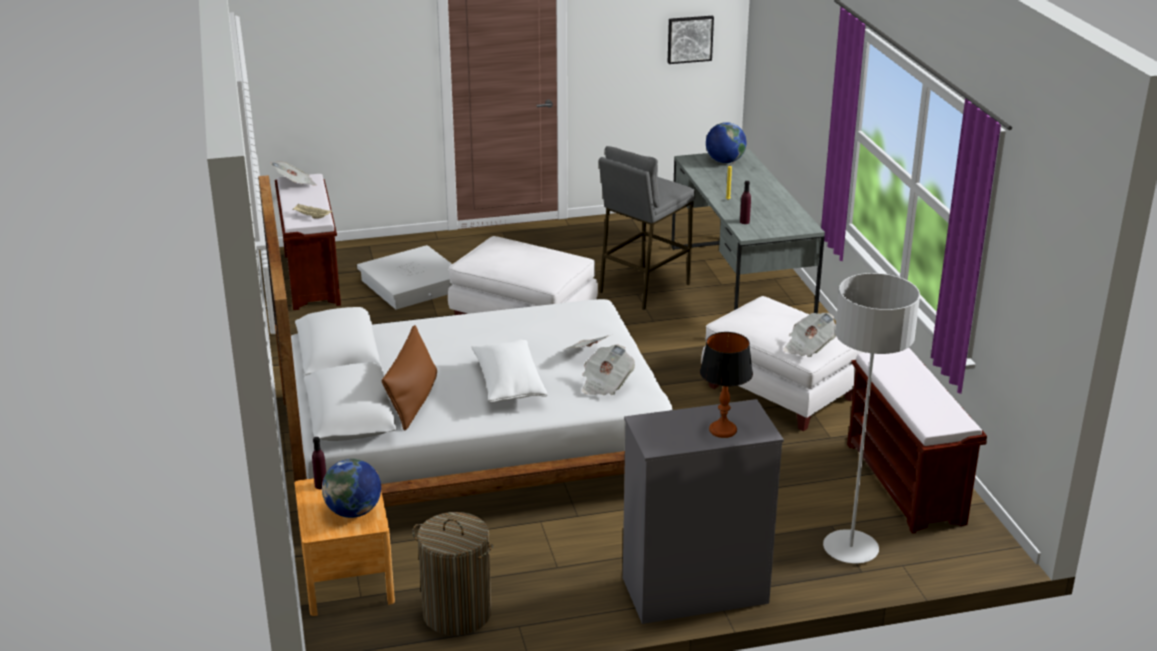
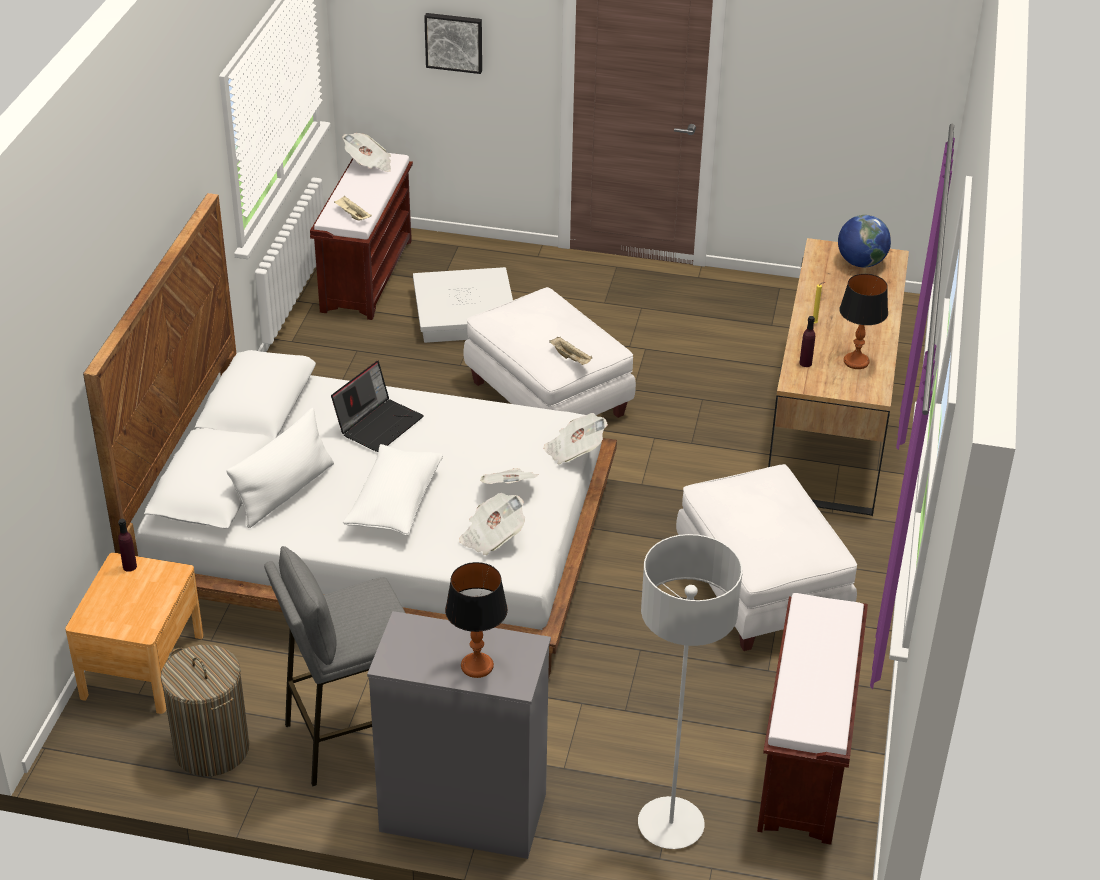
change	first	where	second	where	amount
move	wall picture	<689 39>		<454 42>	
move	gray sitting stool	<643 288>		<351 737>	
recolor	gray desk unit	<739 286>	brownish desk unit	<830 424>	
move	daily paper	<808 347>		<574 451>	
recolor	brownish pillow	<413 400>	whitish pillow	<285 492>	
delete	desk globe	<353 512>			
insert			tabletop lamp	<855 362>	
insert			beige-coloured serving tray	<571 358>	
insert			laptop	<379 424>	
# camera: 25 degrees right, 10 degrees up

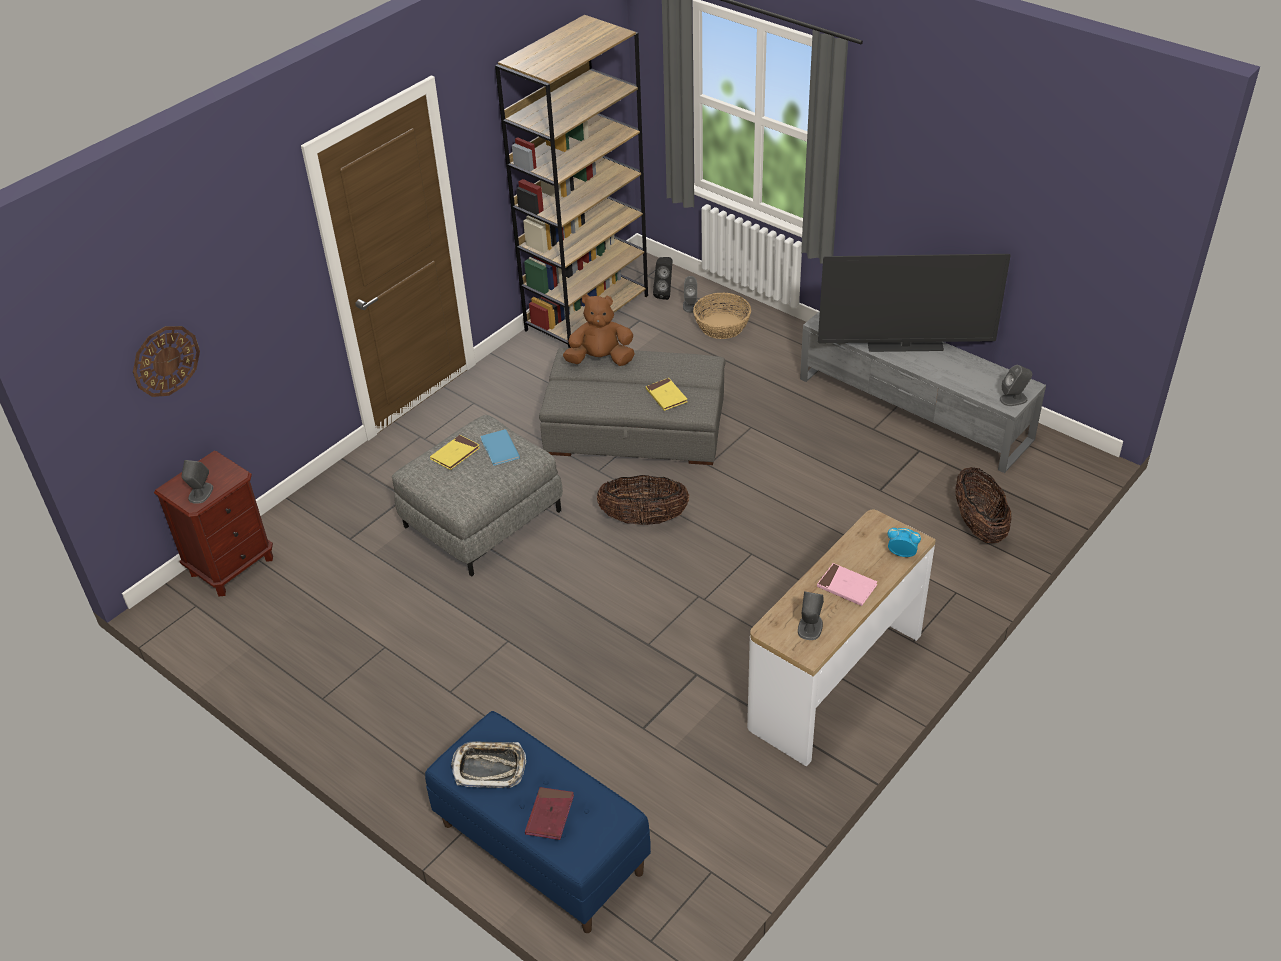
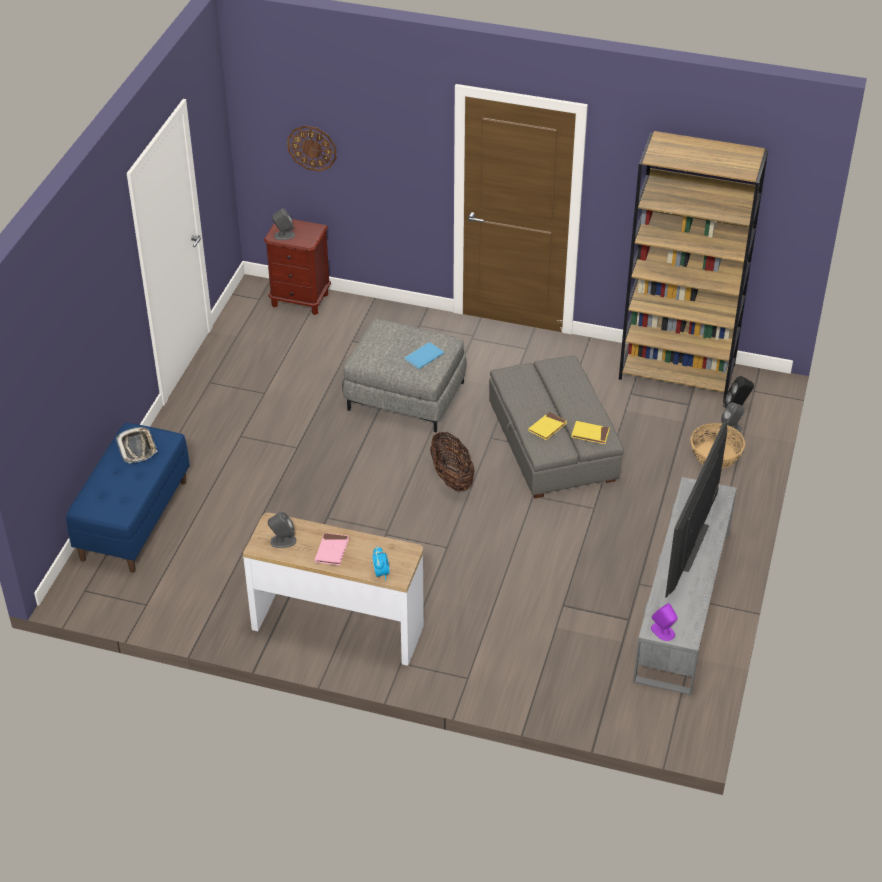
change	first	where	second	where	amount
rotate	TV set	<905 347>		<692 547>	45 degrees clockwise
delete	brownish plush toy	<600 359>			
recolor	gray loudspeaker	<1013 399>	purple loudspeaker	<663 631>	
move	yellowish book	<455 454>		<590 434>	
delete	storage basket	<979 525>			
delete	reddish book	<550 815>			
# camera: 65 degrees right, 0 degrees up

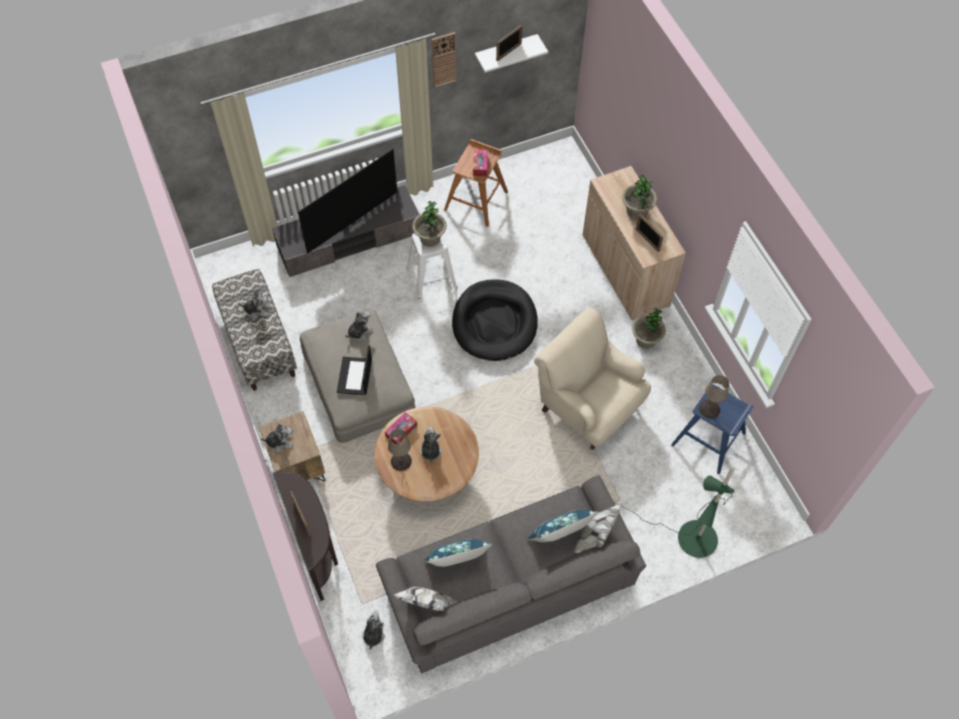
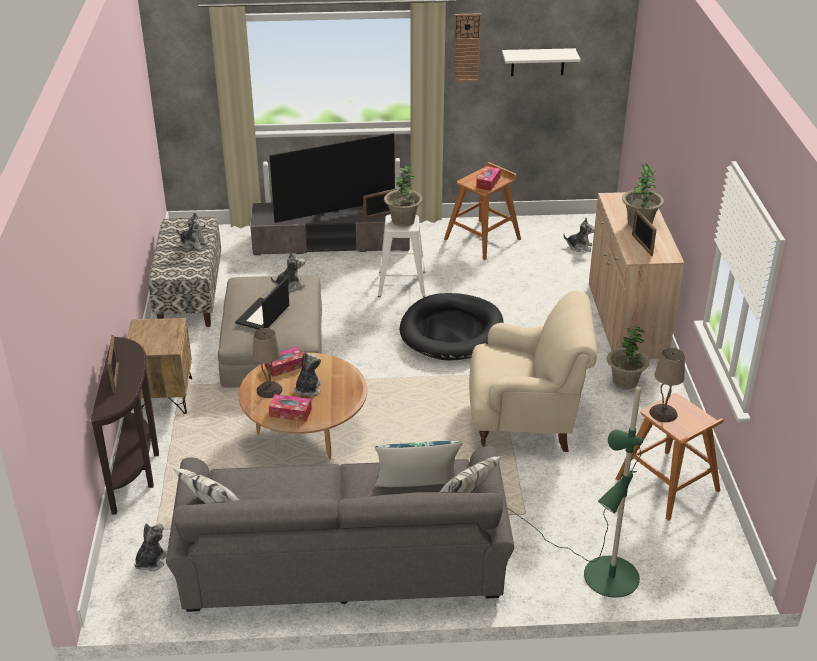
change	first	where	second	where	amount
move	photo frame	<509 52>		<380 215>	
rotate	beige-coloured armchair	<588 406>		<526 421>	120 degrees clockwise
recolor	blue-coloured sitting stool	<709 439>	brownish sitting stool	<668 485>	
move	plush toy	<280 442>		<579 246>	
delete	blue-coloured pillow	<457 562>			
insert			box of tissues	<290 412>	
# camera: 20 degrees right, 25 degrees down

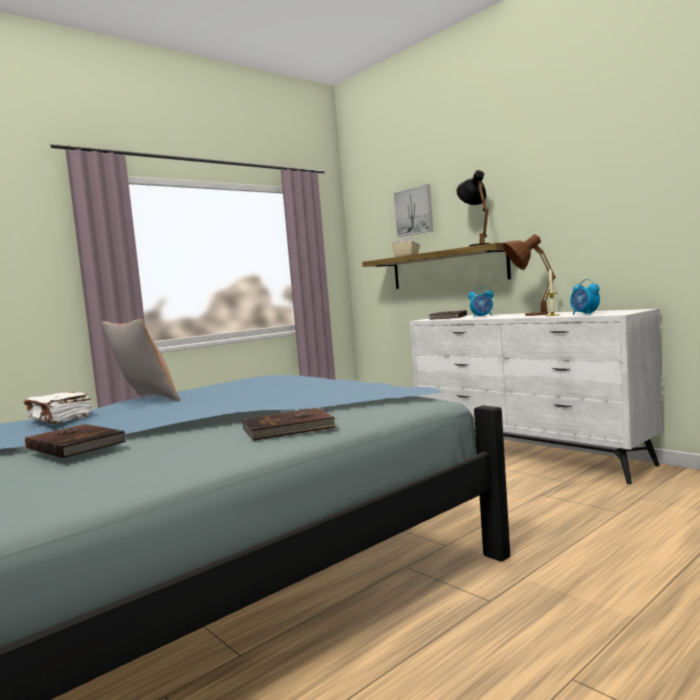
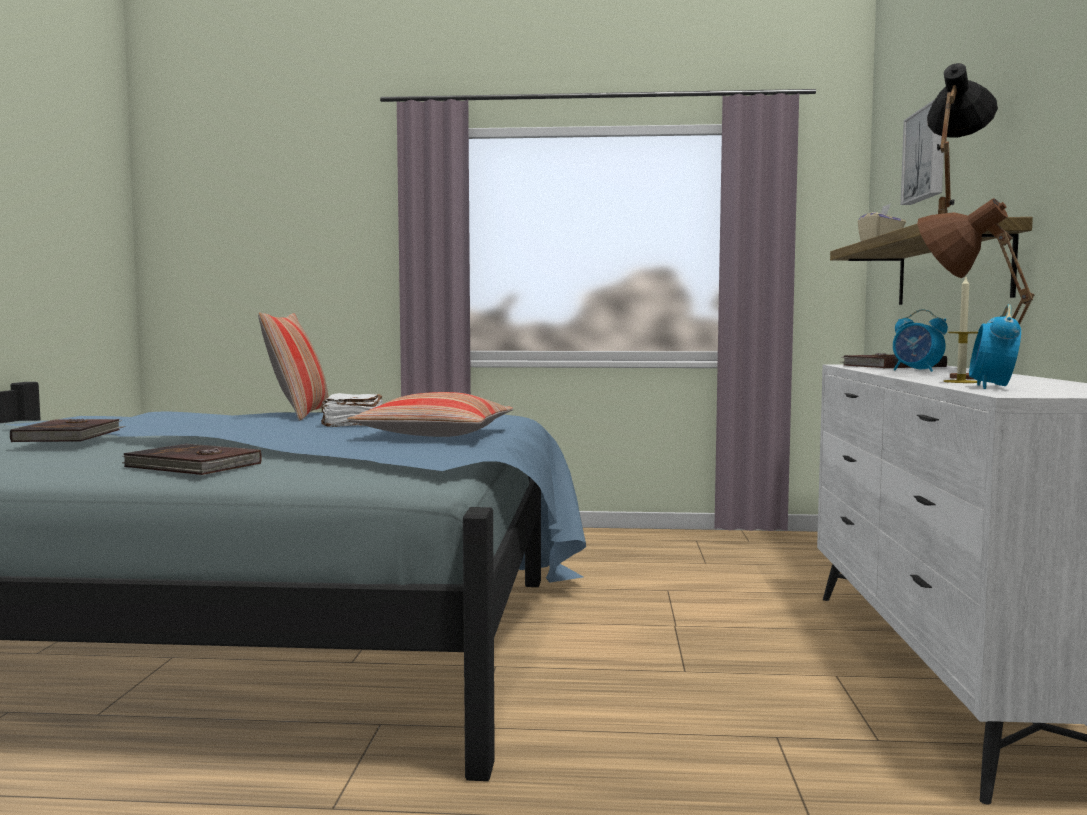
change	first	where	second	where	amount
move	whitish book	<60 418>		<352 423>	
insert			pillow	<435 434>	
# camera: 45 degrees right, 0 degrees up

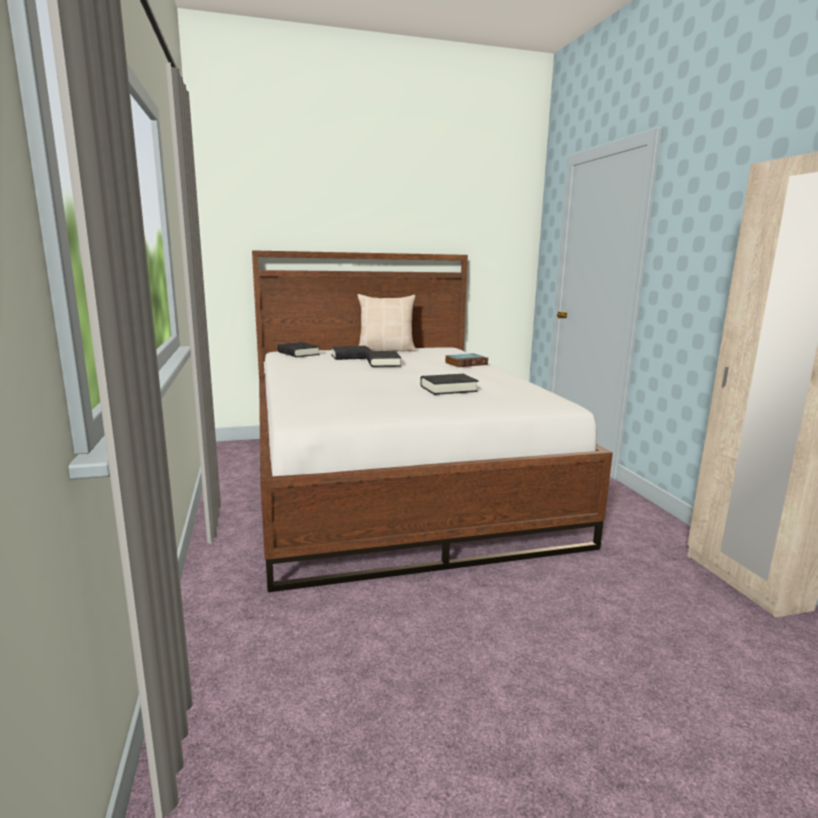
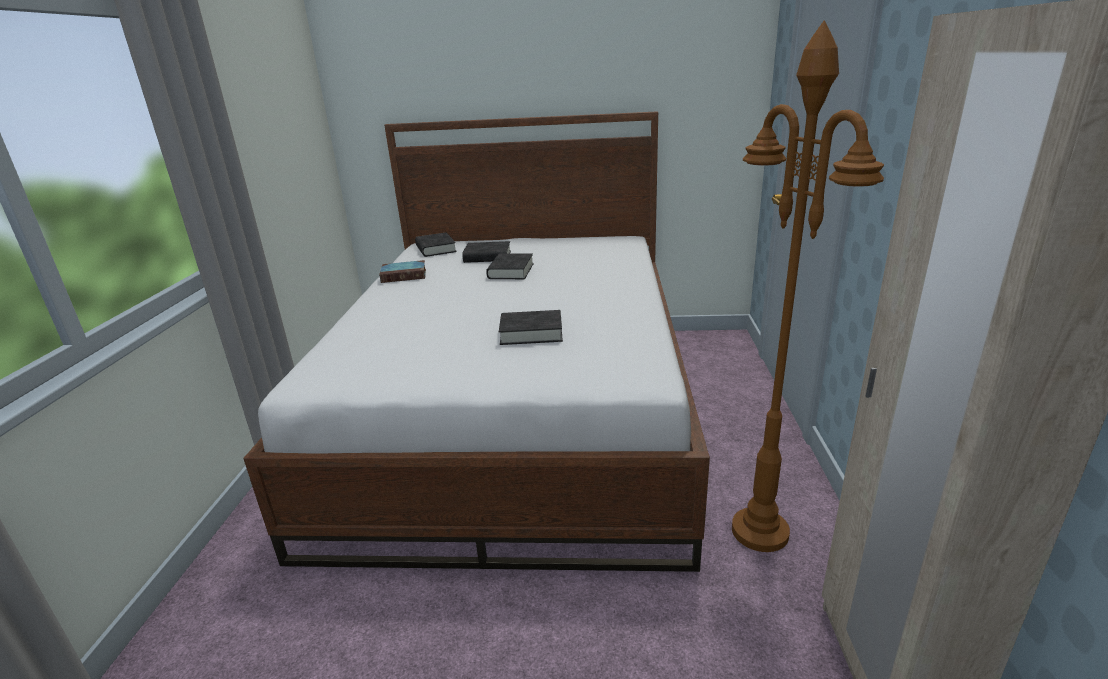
change	first	where	second	where	amount
delete	beige-coloured pillow	<386 350>			
move	book	<466 363>		<405 275>	
insert			brownish standard lamp	<760 532>	
# camera: 20 degrees right, 10 degrees up

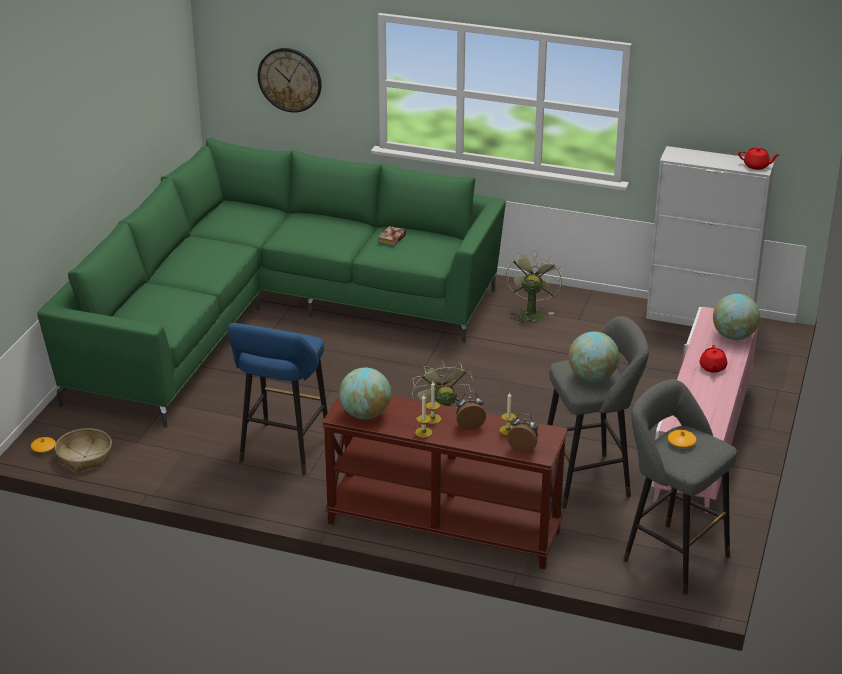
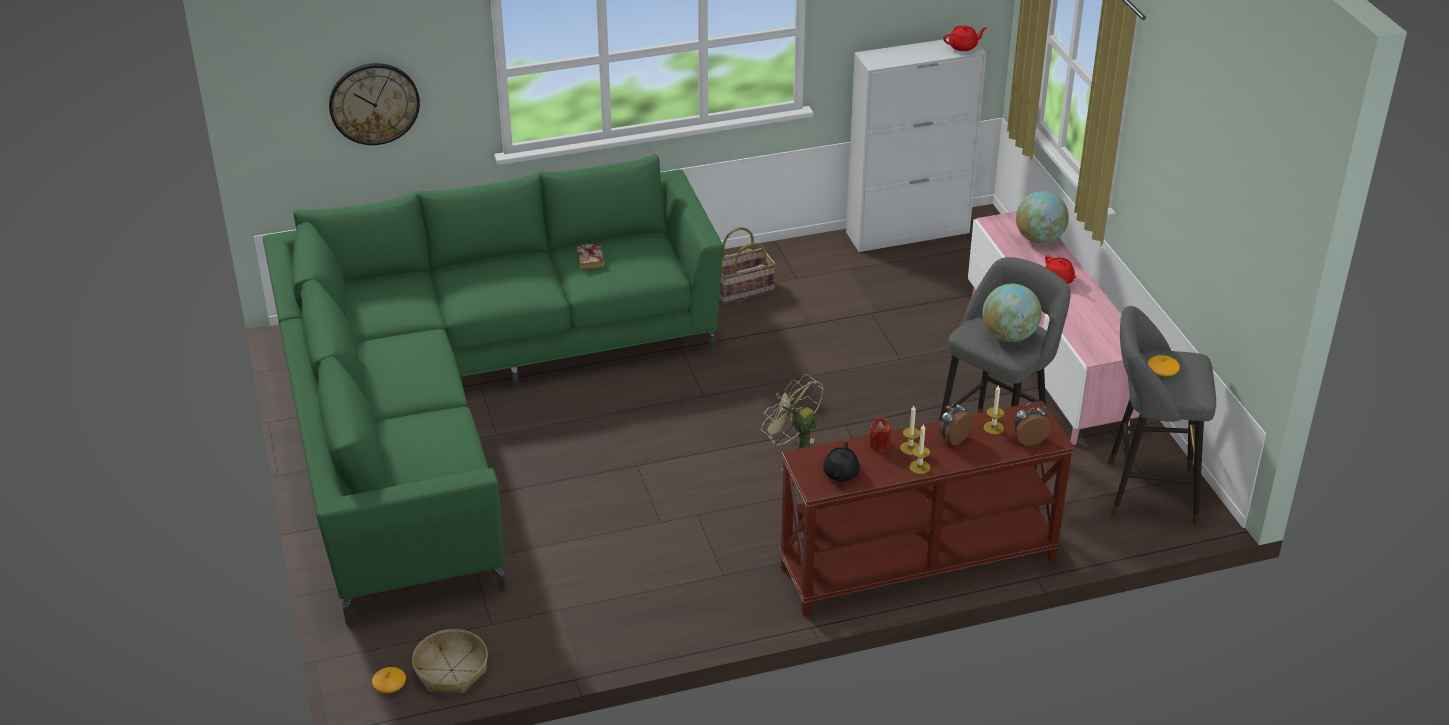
change	first	where	second	where	amount
replace	green-coloured electric fan	<530 313>	storage basket	<743 290>	
delete	blue-coloured sitting stool	<283 452>			
replace	desk globe	<365 414>	black pot for tea	<840 473>	
insert			reddish candle	<879 445>	
# camera: 35 degrees left, 5 degrees up

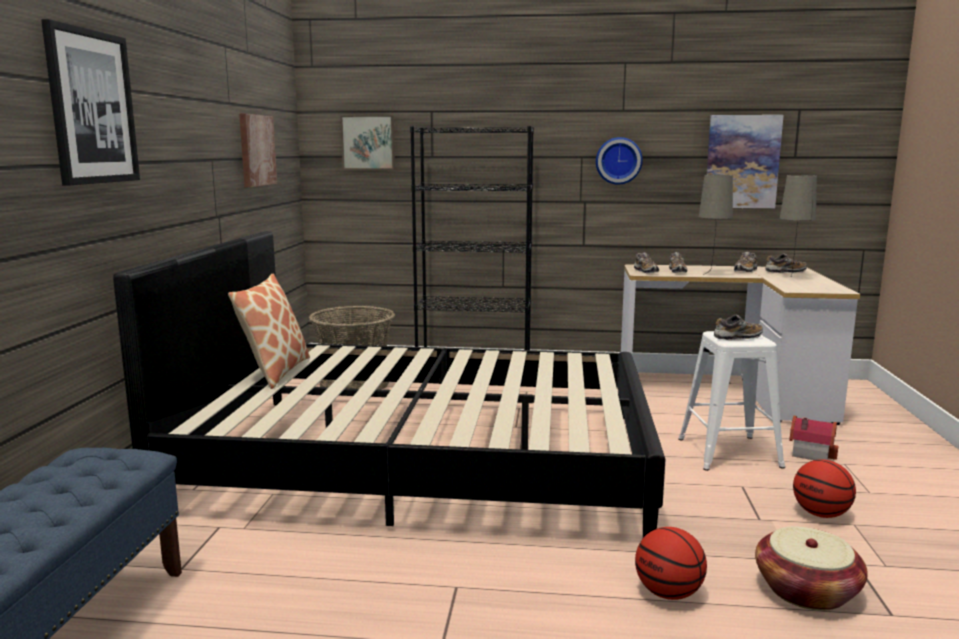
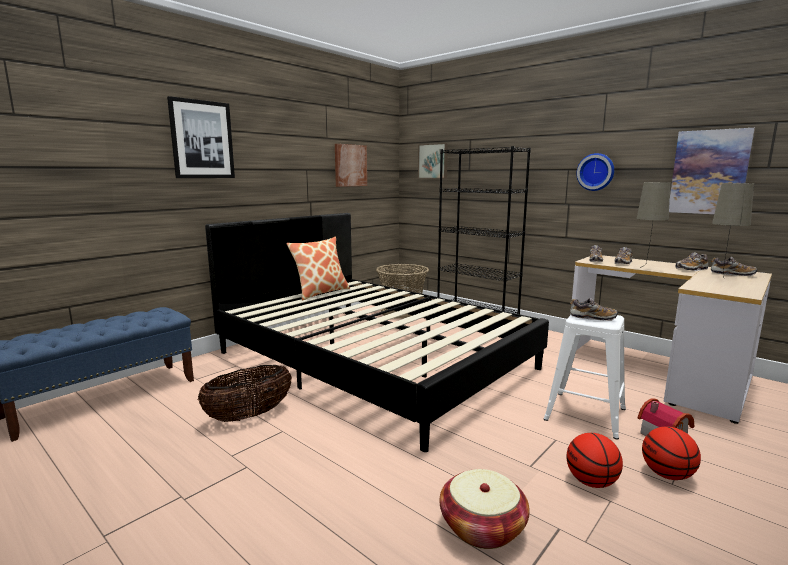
change	first	where	second	where	amount
move	basketball	<668 593>		<667 474>	
insert			storage basket	<249 415>	
# camera: 35 degrees right, 0 degrees up

